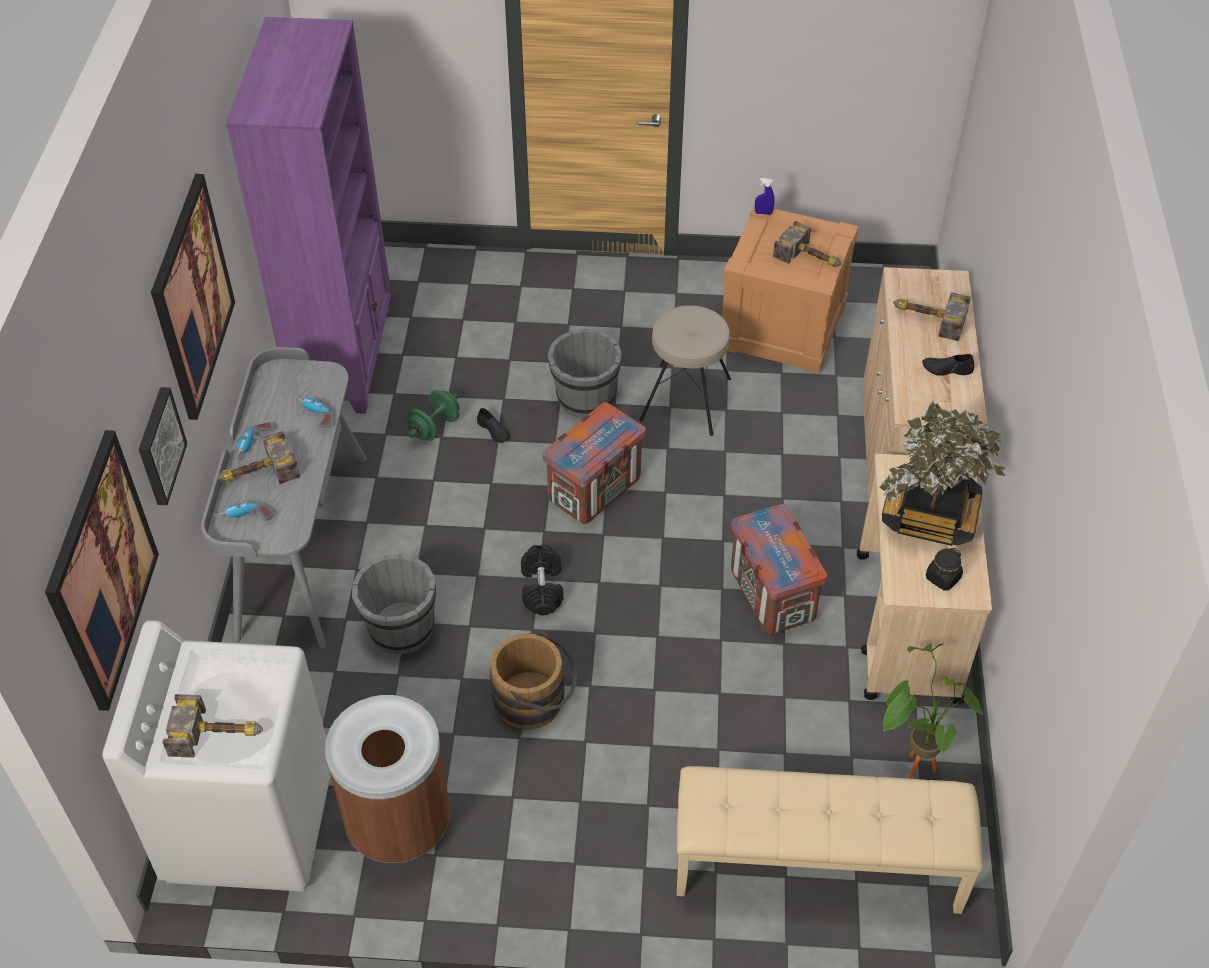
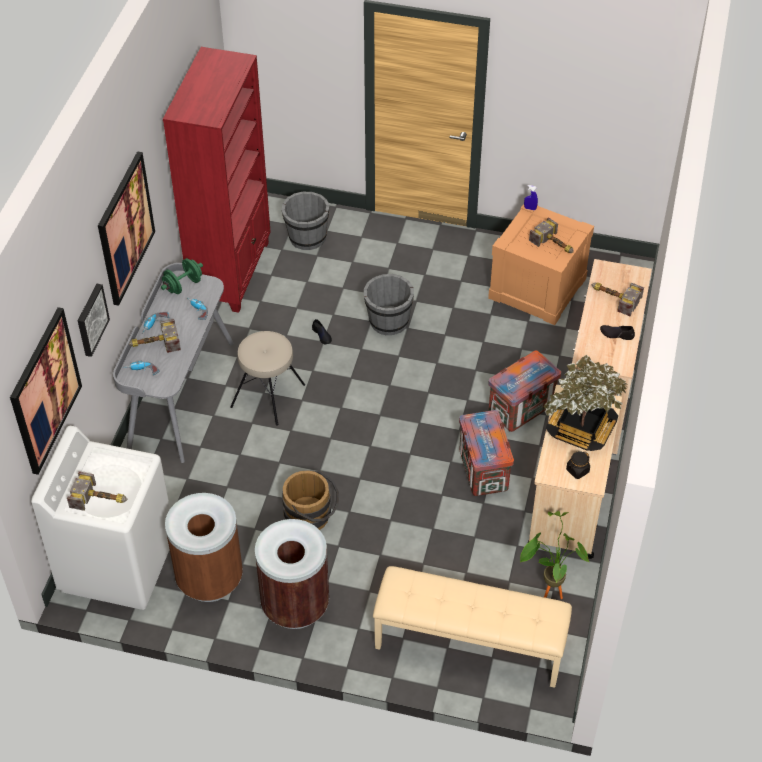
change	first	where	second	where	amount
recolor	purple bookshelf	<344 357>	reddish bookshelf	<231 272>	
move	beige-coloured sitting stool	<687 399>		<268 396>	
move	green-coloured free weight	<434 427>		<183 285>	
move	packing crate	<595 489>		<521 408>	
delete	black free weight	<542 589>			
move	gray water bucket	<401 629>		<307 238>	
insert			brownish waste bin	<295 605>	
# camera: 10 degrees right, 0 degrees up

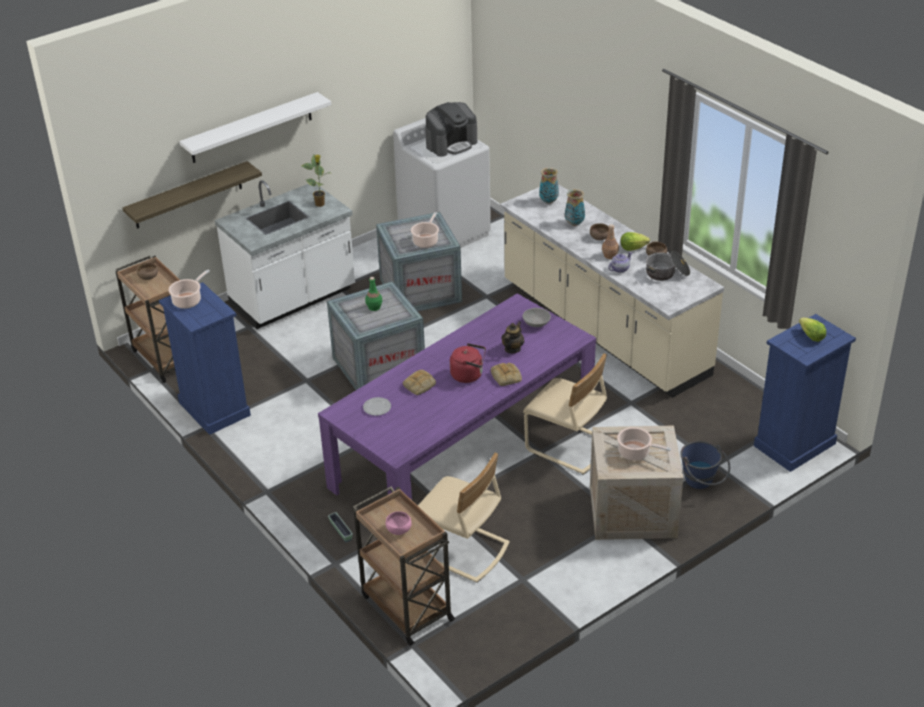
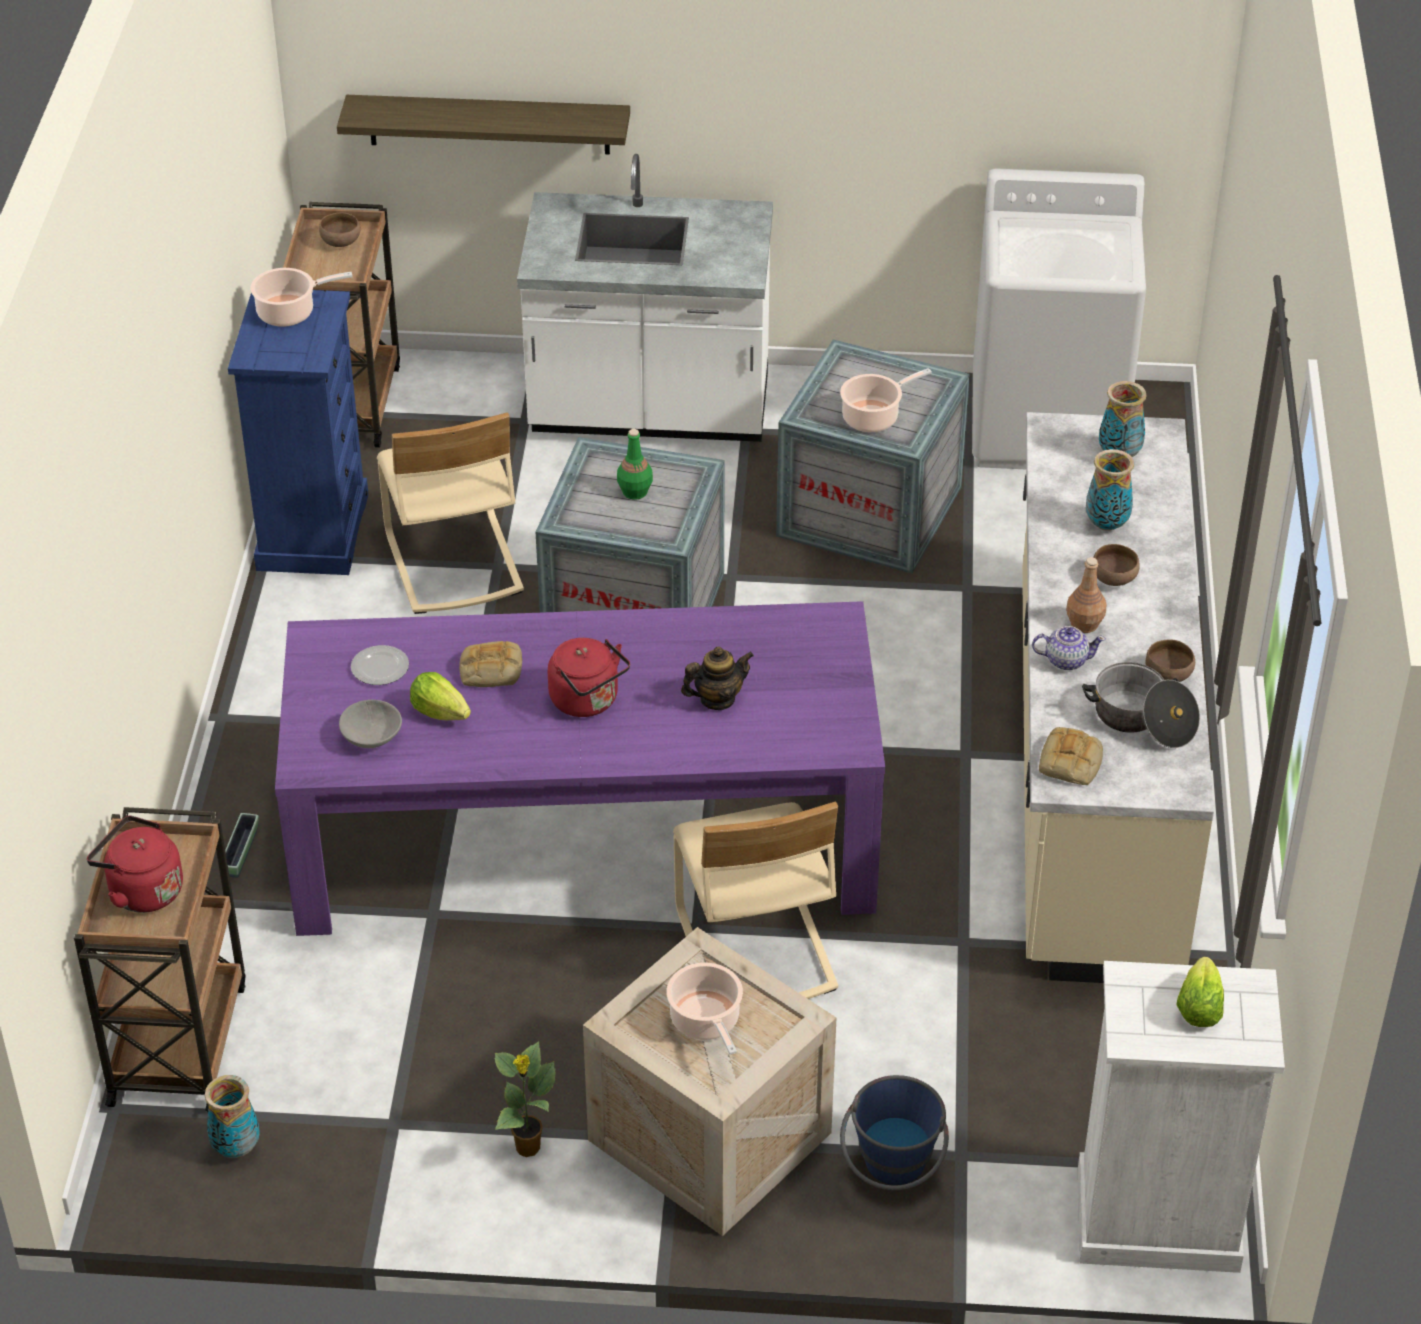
change	first	where	second	where	amount
delete	whitish wall shelf	<251 128>			
delete	coffee maker	<451 144>			
move	houseplant	<320 204>		<528 1149>	
move	head of lettuce	<632 248>		<440 712>	
move	gray deep dish	<536 323>		<372 737>	
recolor	blue-coloured drawer chest	<794 445>	whitish drawer chest	<1156 1220>	
move	bakery bread	<506 377>		<1071 763>	
move	beige-coloured chair	<462 550>		<452 563>	
replace	pink deep dish	<398 529>	reddish kettle	<141 890>	
insert			flower vase	<235 1148>	
# camera: 40 degrees right, 5 degrees up

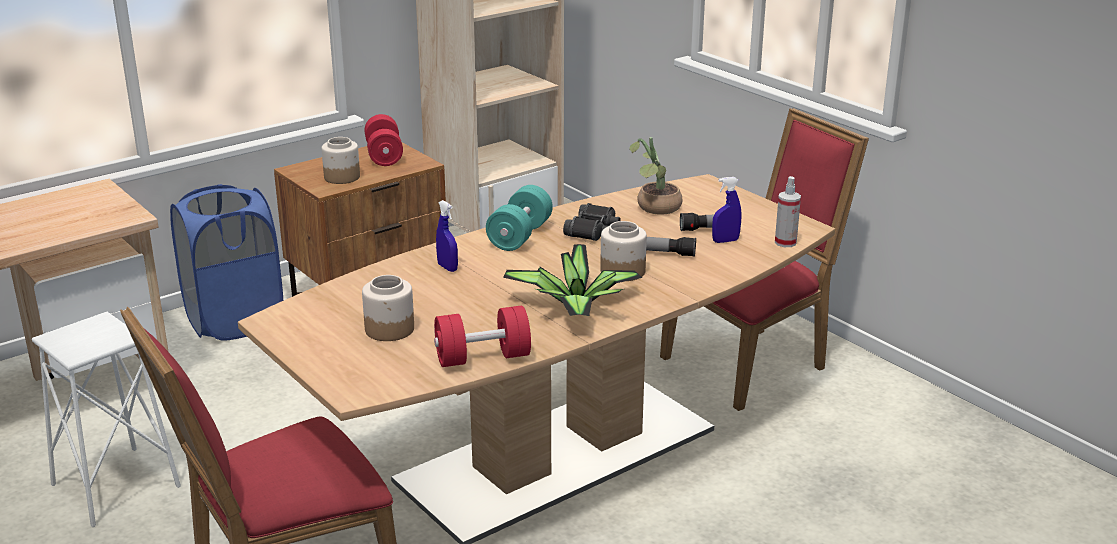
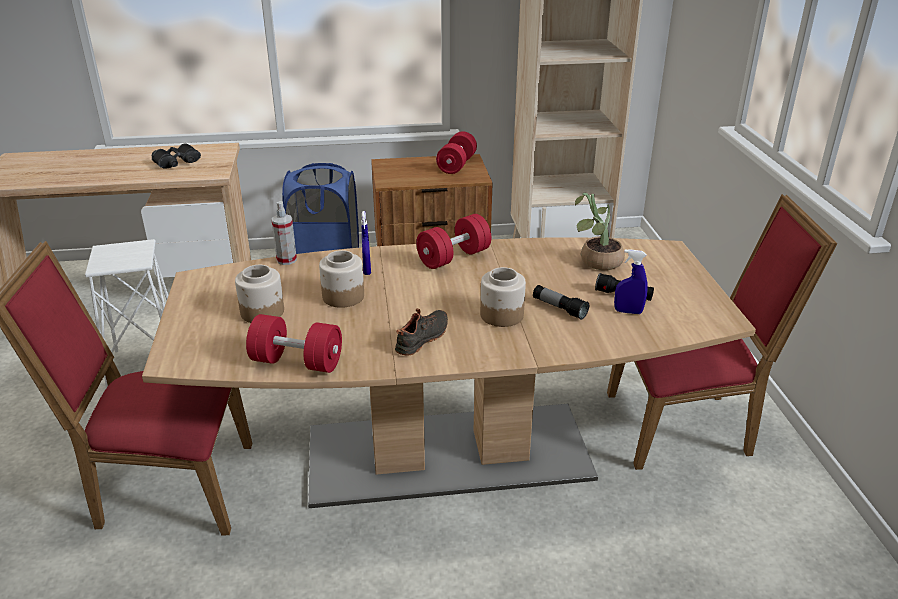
change	first	where	second	where	amount
move	storage jar	<341 177>		<342 297>	
move	spray bottle	<785 242>		<286 260>	
recolor	turquoise free weight	<520 236>	reddish free weight	<453 257>	
move	black binoculars	<593 230>		<177 162>	
replace	houseplant	<576 308>	black shoe	<423 339>	
# camera: 30 degrees right, 5 degrees up

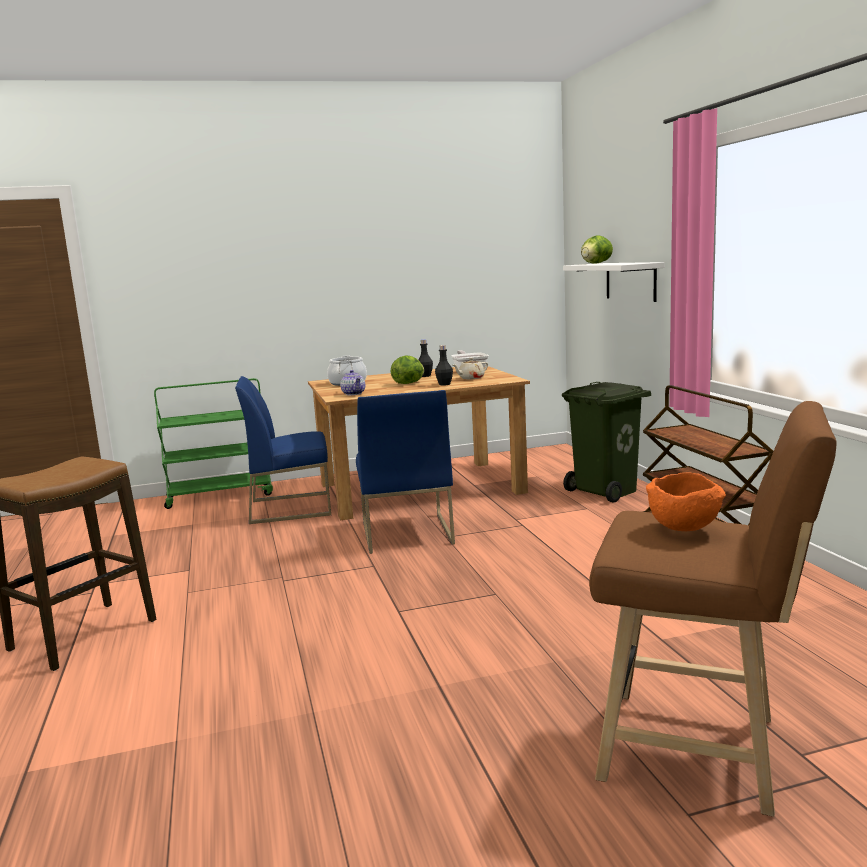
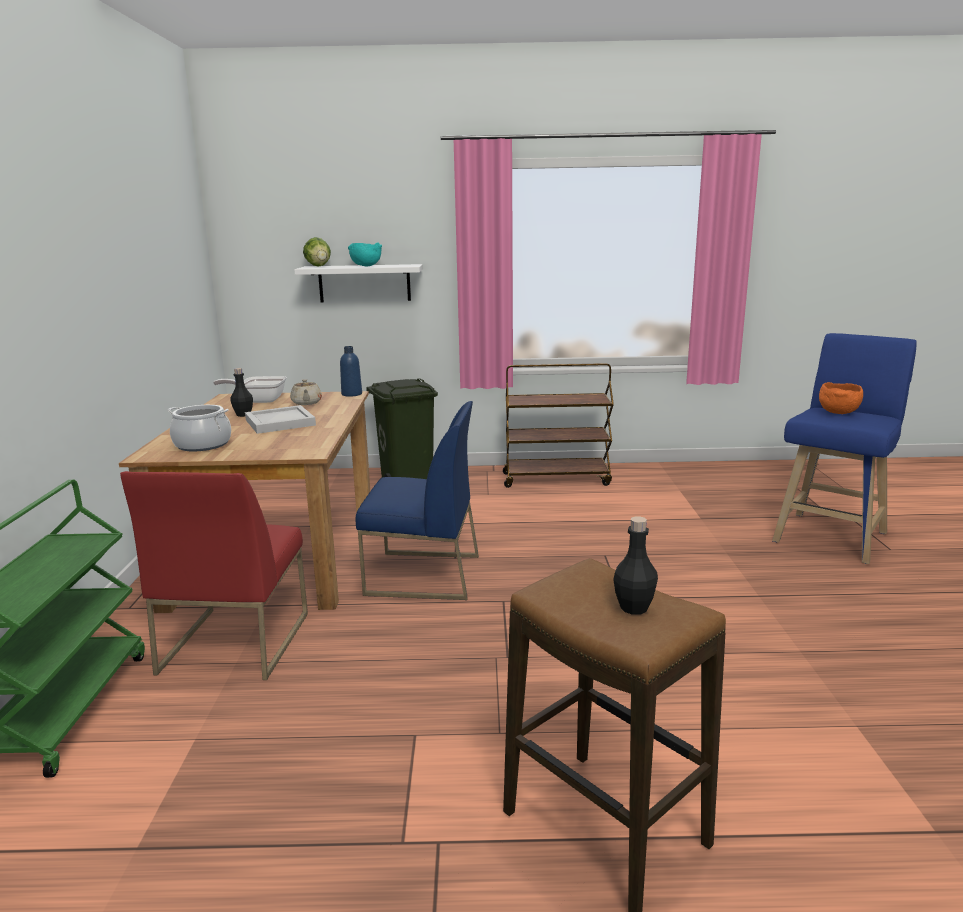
change	first	where	second	where	amount
move	black beverage bottle	<444 384>		<634 607>	
replace	head of lettuce	<409 383>	whitish serving tray	<279 423>	
delete	pot for tea	<353 393>			
recolor	blue-coloured chair	<291 507>	reddish chair	<235 641>	
recolor	brownish sitting stool	<700 751>	blue-coloured sitting stool	<832 535>	
insert			turquoise deep dish	<365 266>	
insert			blue-coloured beverage bottle	<351 394>	
# camera: 75 degrees left, 5 degrees up

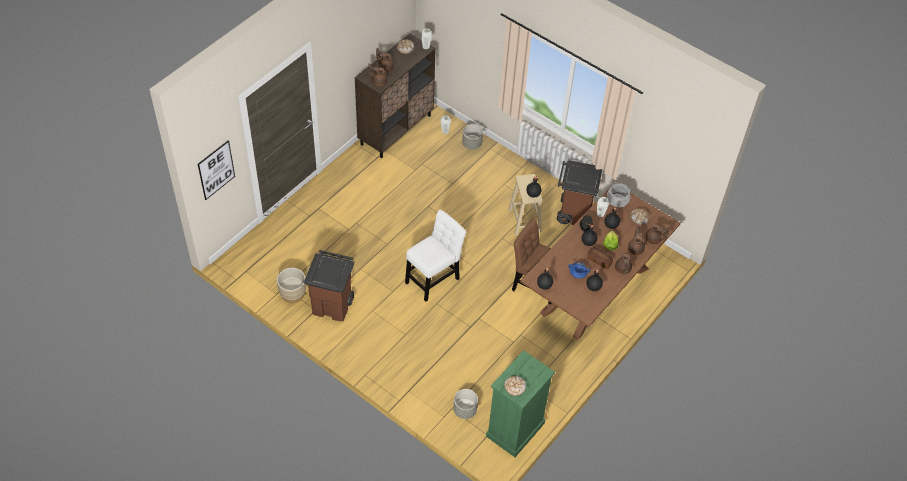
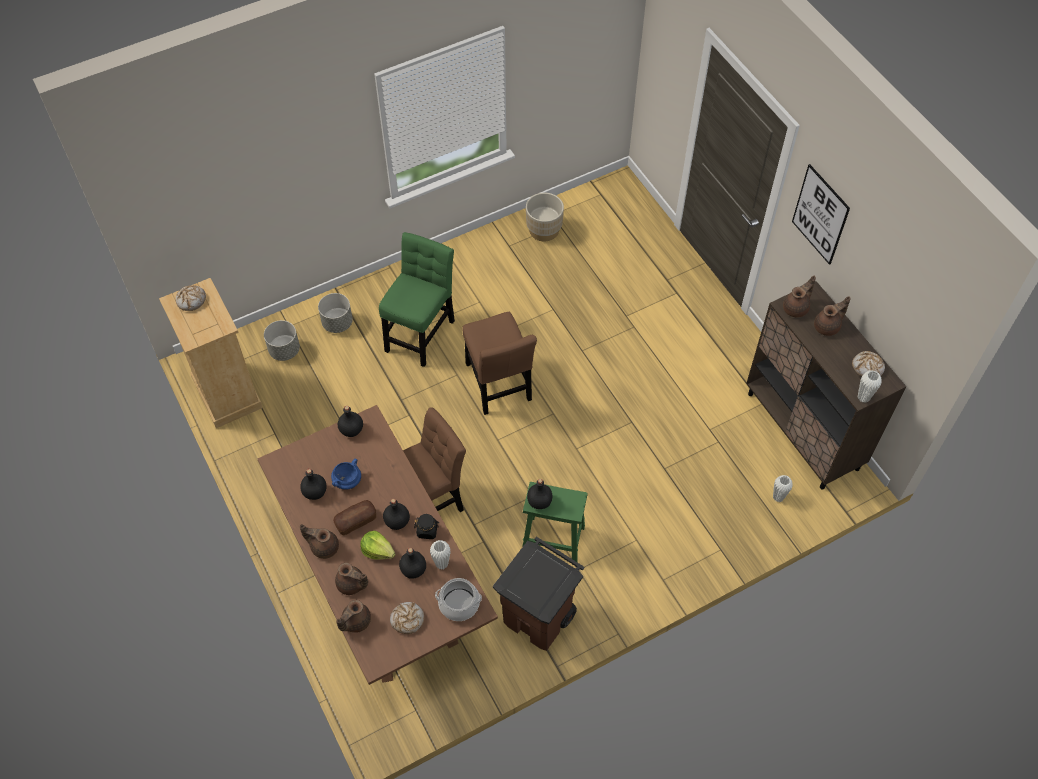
change	first	where	second	where	amount
move	gray plant pot	<472 144>		<337 323>	
move	wall picture	<216 170>		<820 214>	
recolor	beige-coloured sitting stool	<524 221>	green-coloured sitting stool	<552 540>	
recolor	whitish chair	<434 278>	brownish chair	<498 385>	
delete	brownish waste bin	<333 306>			
recolor	green-coloured drawer chest	<515 430>	beige-coloured drawer chest	<226 392>	
insert			green-coloured chair	<421 332>	
# camera: 115 degrees right, 5 degrees up

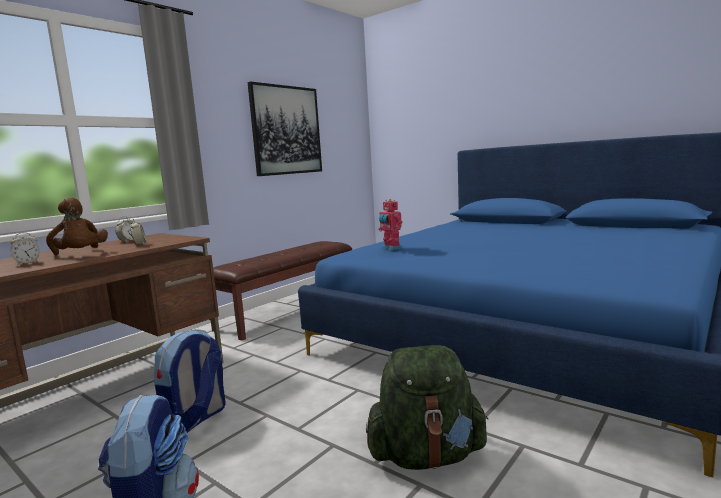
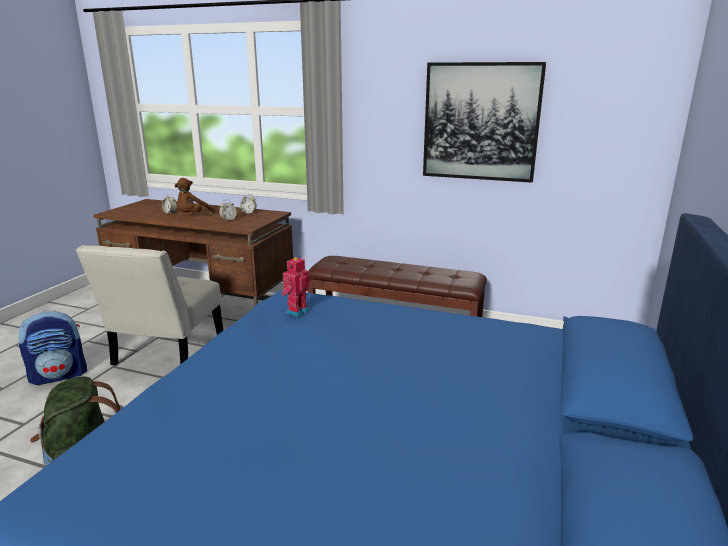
change	first	where	second	where	amount
replace	knapsack	<195 420>	whitish chair	<166 352>	
# camera: 70 degrees right, 10 degrees up

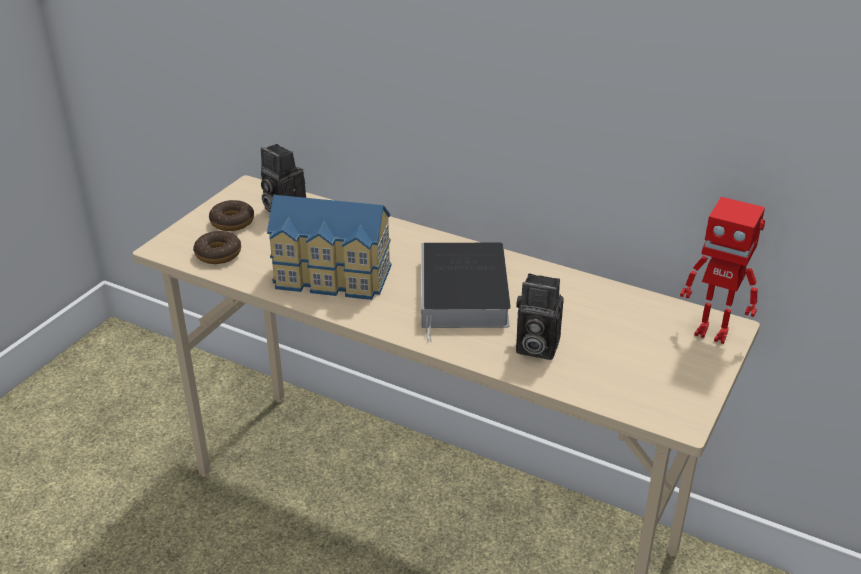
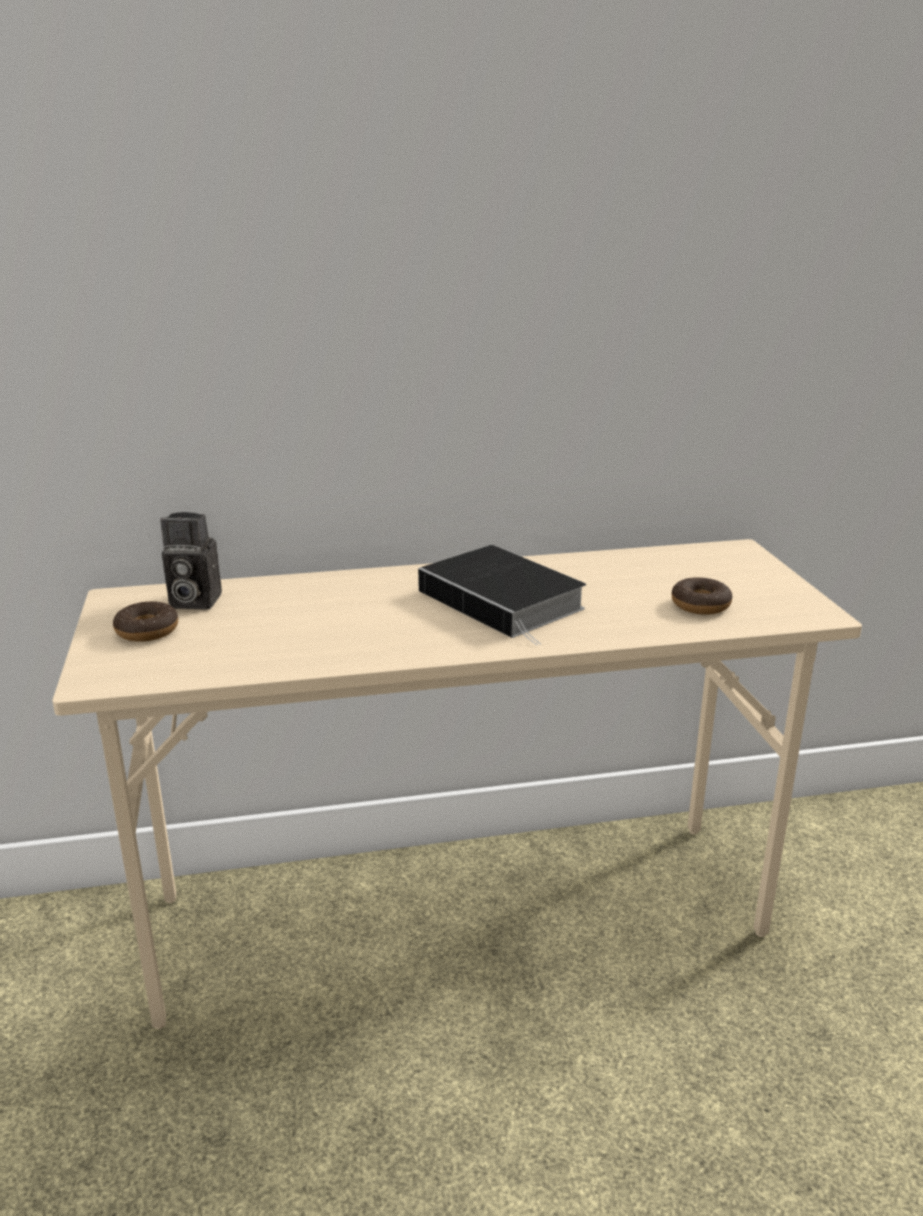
change	first	where	second	where	amount
delete	miniature house	<332 278>			
delete	robot figure	<712 332>			
move	doughnut	<218 254>		<700 605>	
delete	photo camera	<534 347>			
# camera: 40 degrees left, 10 degrees down

